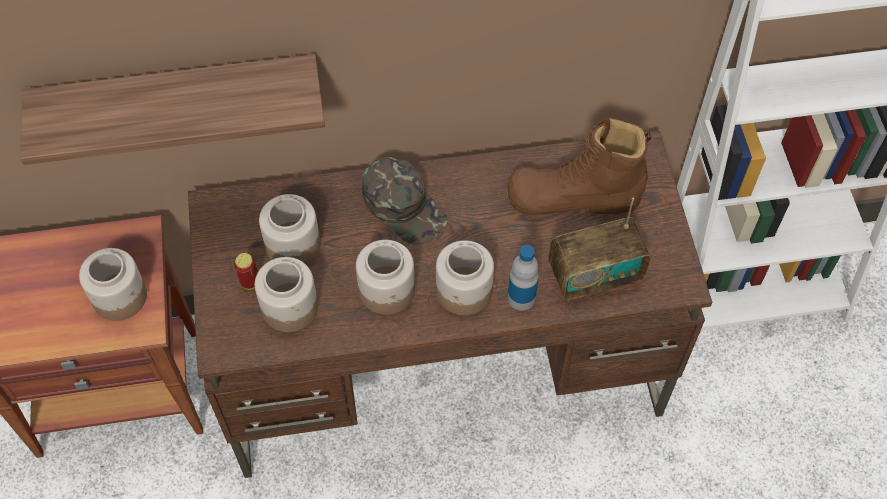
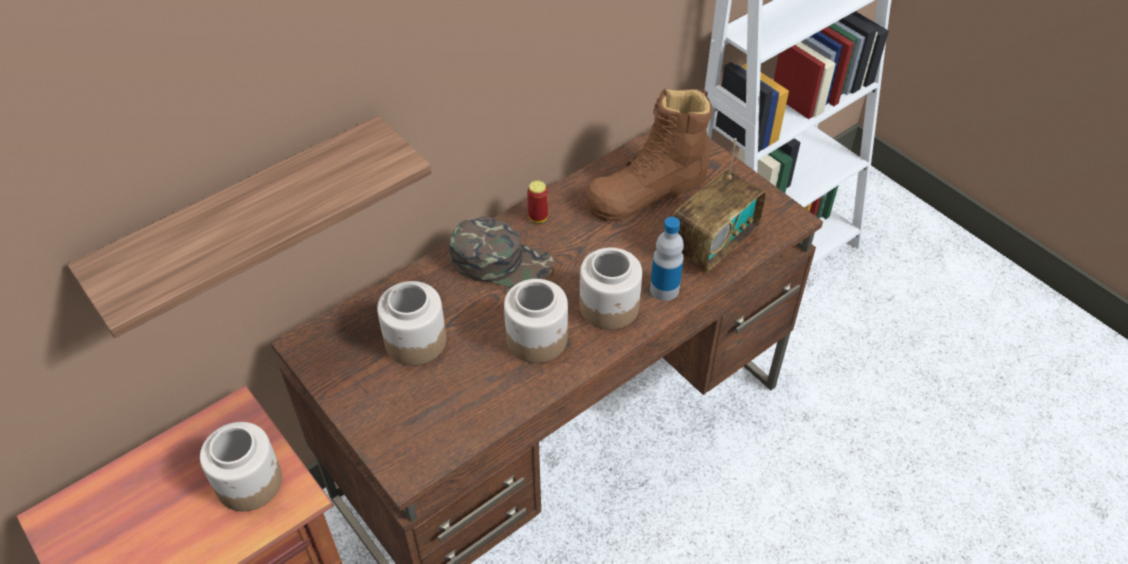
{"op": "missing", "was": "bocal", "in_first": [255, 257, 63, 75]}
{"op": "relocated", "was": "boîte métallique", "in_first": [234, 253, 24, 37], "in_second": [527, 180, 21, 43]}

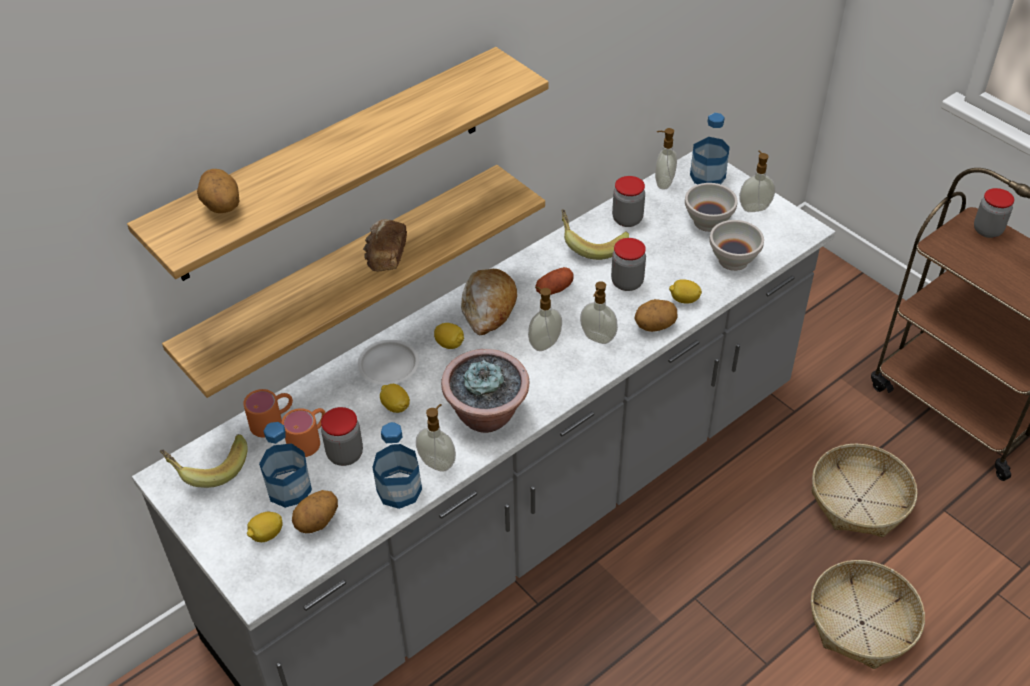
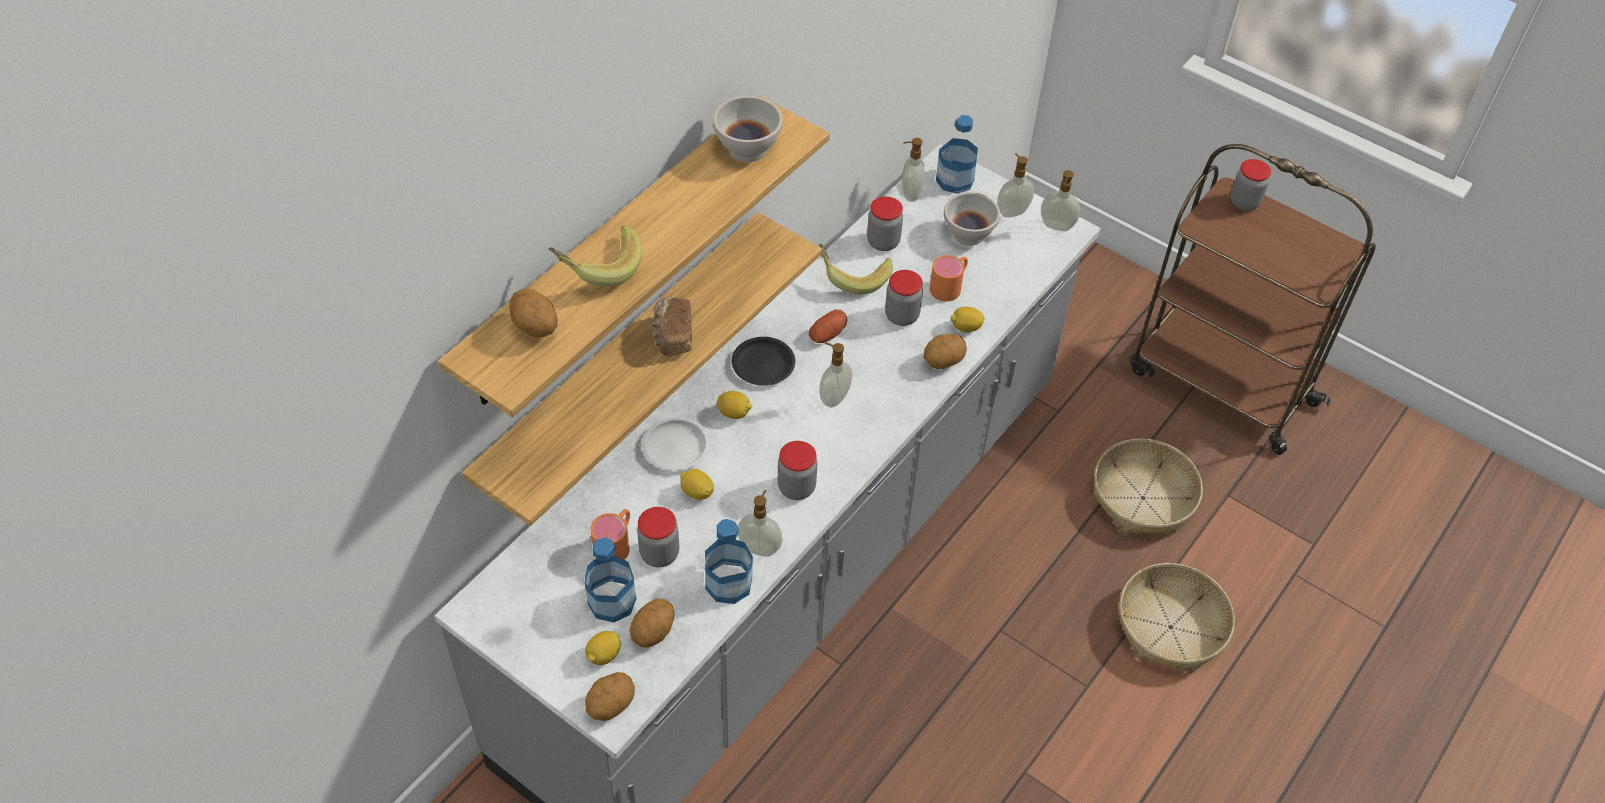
{"op": "appeared", "now": "pomme de terre", "in_second": [585, 672, 50, 49]}
{"op": "relocated", "was": "banane", "in_first": [160, 434, 88, 54], "in_second": [549, 225, 93, 61]}
{"op": "relocated", "was": "mug (orange)", "in_first": [243, 389, 50, 49], "in_second": [930, 255, 38, 46]}
{"op": "relocated", "was": "distributeur de savon", "in_first": [580, 281, 38, 63], "in_second": [1041, 170, 39, 61]}
{"op": "relocated", "was": "bol (blanc)", "in_first": [709, 220, 55, 51], "in_second": [713, 96, 70, 66]}
{"op": "exchanged", "was": "plante en pot", "now": "bocal", "in_first": [441, 349, 88, 84], "in_second": [778, 441, 39, 59]}
{"op": "exchanged", "was": "pain", "now": "assiette (noir)", "in_first": [461, 269, 56, 67], "in_second": [732, 337, 63, 49]}

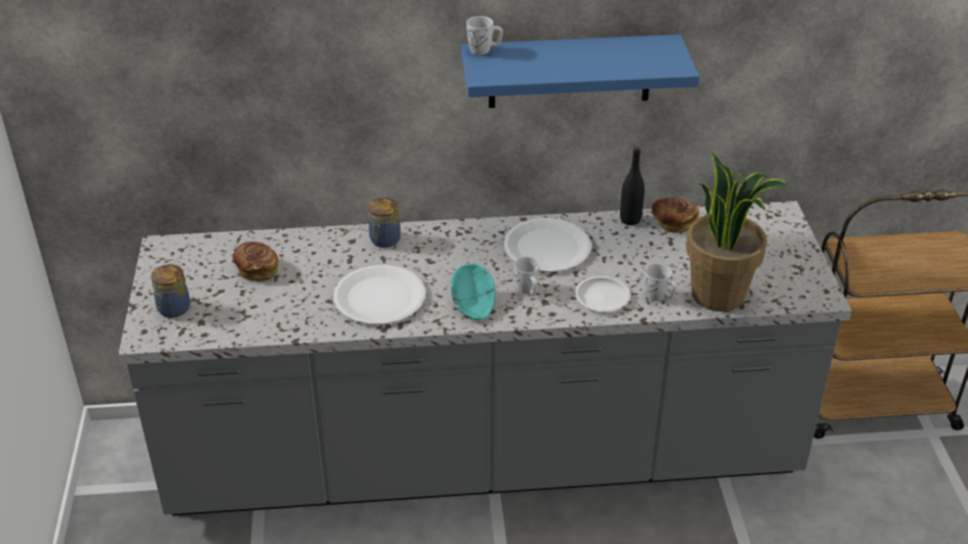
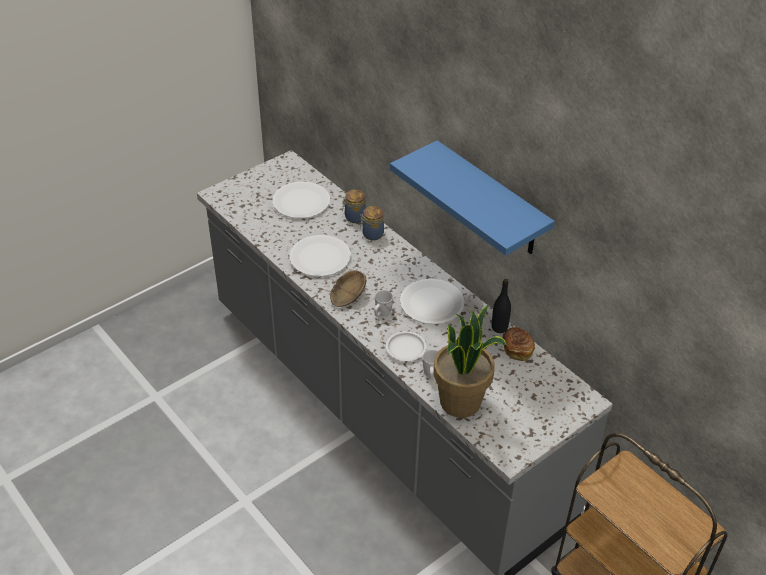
{"op": "missing", "was": "mug (blanc)", "in_first": [466, 16, 37, 39]}
{"op": "relocated", "was": "bocal", "in_first": [151, 264, 39, 54], "in_second": [342, 189, 24, 34]}
{"op": "exchanged", "was": "pain", "now": "assiette (blanc)", "in_first": [233, 241, 46, 40], "in_second": [272, 182, 58, 37]}
{"op": "colour", "was": "bol (turquoise)", "now": "bol (marron)", "in_first": [451, 263, 45, 57], "in_second": [330, 270, 37, 37]}

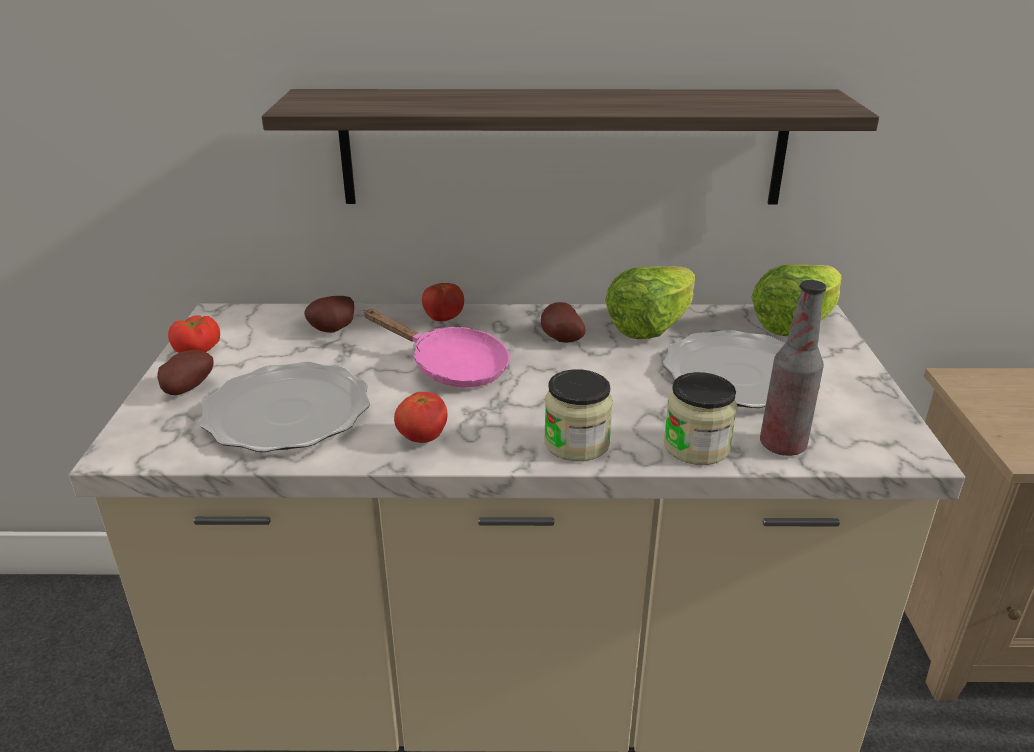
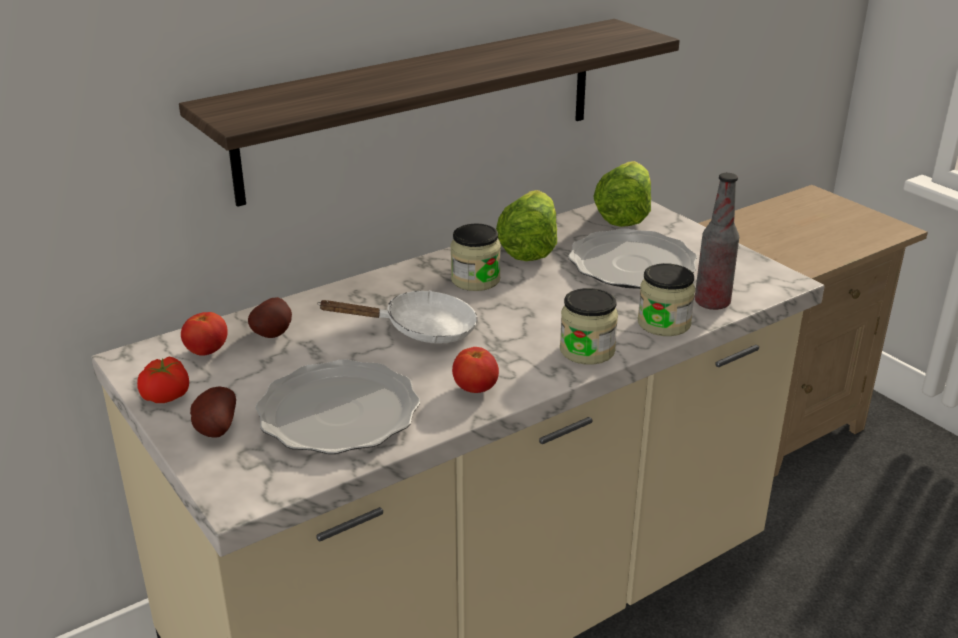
{"op": "relocated", "was": "tomate", "in_first": [422, 283, 42, 38], "in_second": [181, 312, 47, 44]}
{"op": "exchanged", "was": "pomme de terre", "now": "bocal", "in_first": [541, 302, 45, 41], "in_second": [450, 223, 51, 68]}
{"op": "colour", "was": "poêle (rose)", "now": "poêle (blanc)", "in_first": [363, 309, 147, 78], "in_second": [317, 290, 160, 54]}

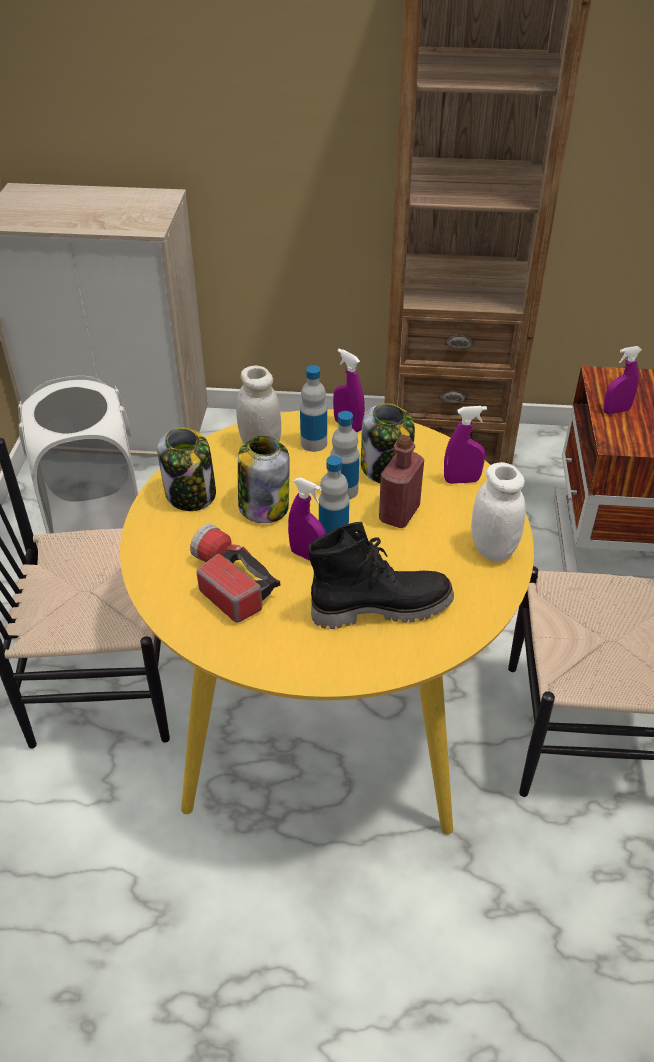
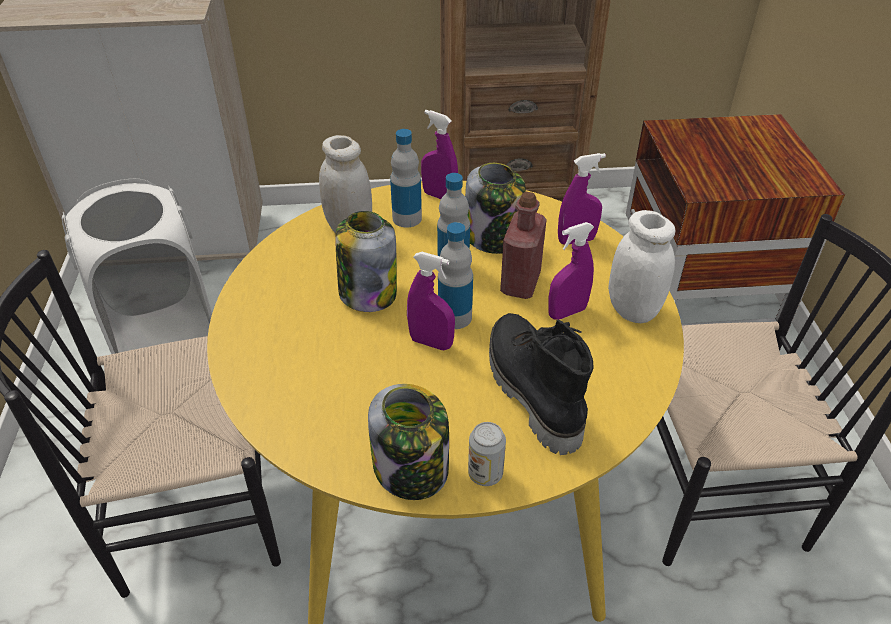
{"op": "missing", "was": "lampe de poche", "in_first": [190, 524, 90, 99]}
{"op": "appeared", "now": "boîte métallique", "in_second": [468, 422, 38, 64]}
{"op": "relocated", "was": "bocal", "in_first": [157, 428, 59, 83], "in_second": [368, 384, 81, 116]}
{"op": "relocated", "was": "vaporisateur (violet)", "in_first": [603, 346, 39, 68], "in_second": [548, 222, 46, 98]}
{"op": "spun", "was": "botte (noir)", "in_first": [308, 522, 146, 107], "in_second": [489, 313, 105, 142], "clockwise": -90}

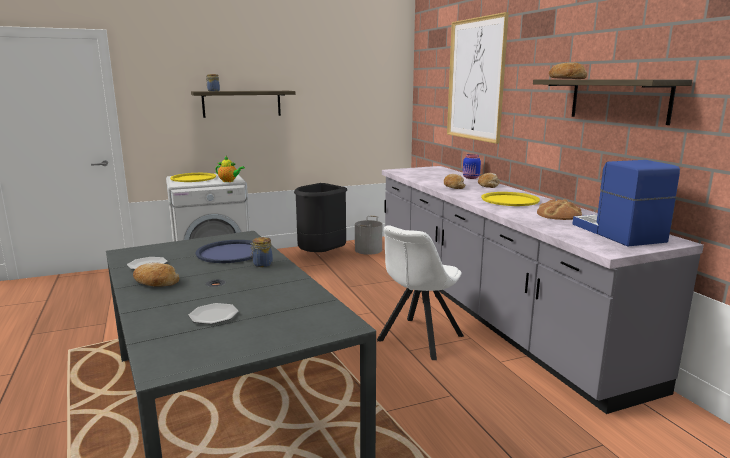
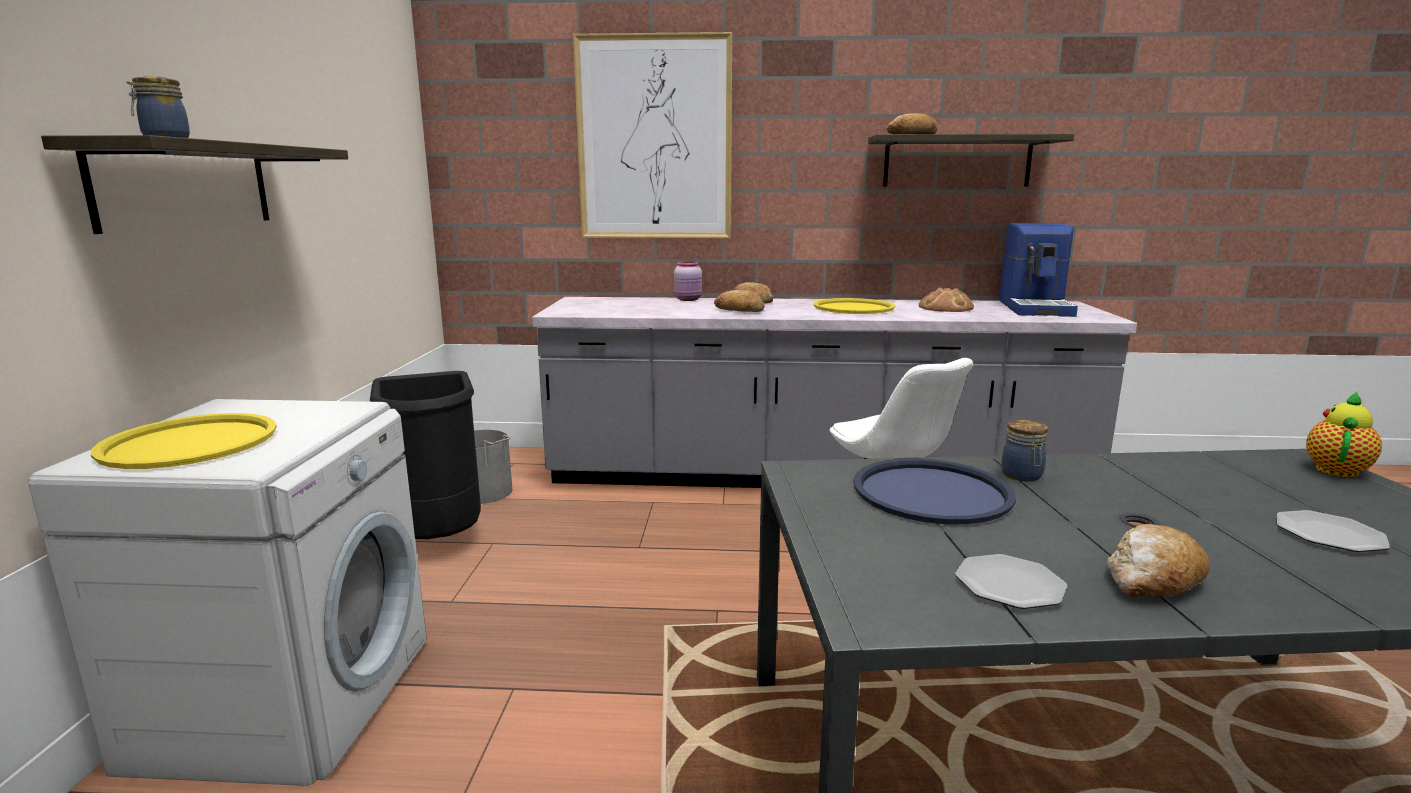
{"op": "relocated", "was": "théière", "in_first": [215, 156, 30, 26], "in_second": [1306, 391, 76, 86]}
{"op": "colour", "was": "bocal (bleu)", "now": "bocal (rose)", "in_first": [463, 154, 18, 25], "in_second": [674, 261, 28, 40]}
{"op": "spun", "was": "machine à café", "in_first": [573, 160, 107, 86], "in_second": [999, 223, 79, 94], "clockwise": -90}

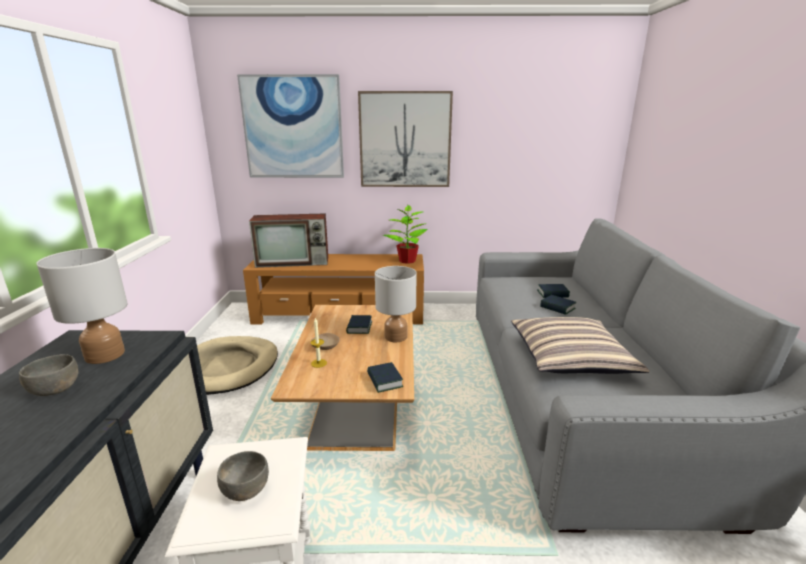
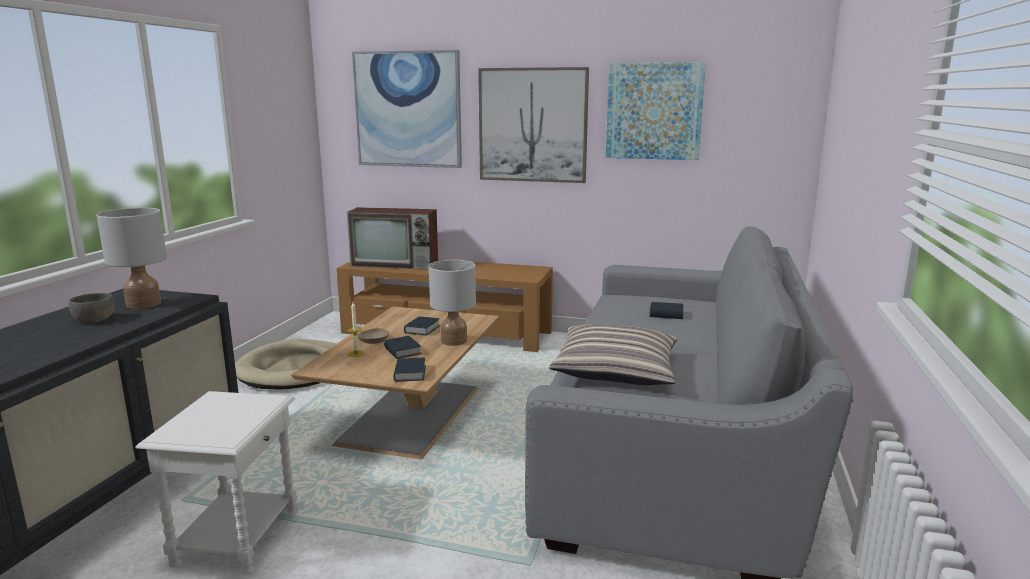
{"op": "missing", "was": "bol (gris)", "in_first": [217, 451, 52, 50]}
{"op": "missing", "was": "plante en pot", "in_first": [383, 204, 45, 60]}
{"op": "appeared", "now": "tableau", "in_second": [606, 62, 100, 98]}
{"op": "relocated", "was": "livre", "in_first": [540, 295, 36, 20], "in_second": [384, 336, 37, 23]}

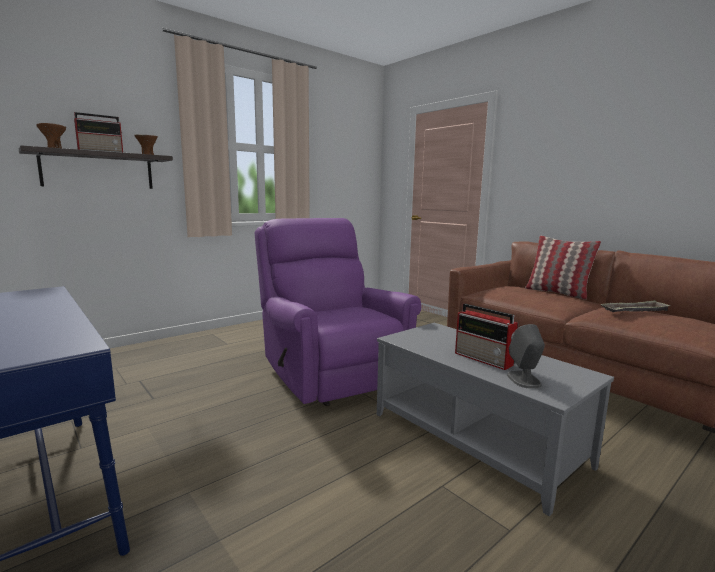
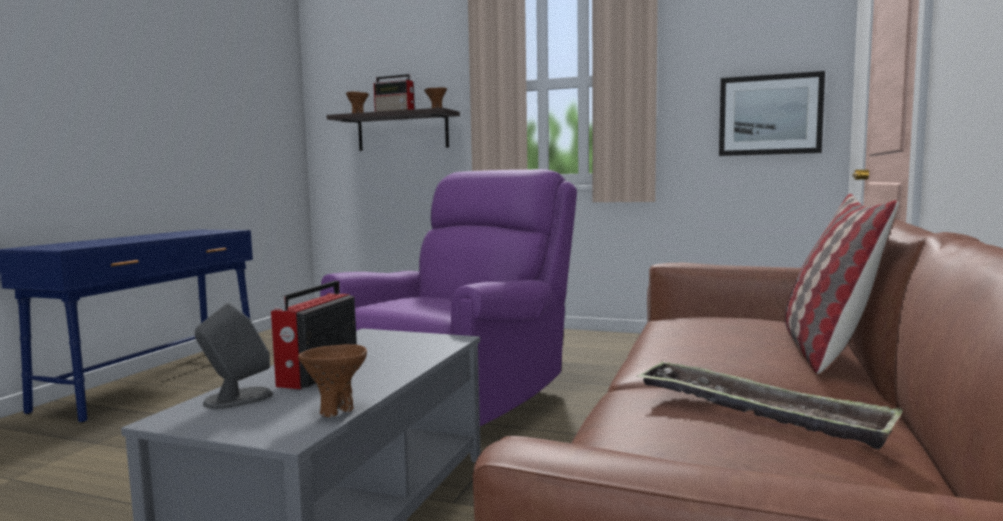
{"op": "appeared", "now": "bol (marron)", "in_second": [298, 344, 69, 73]}
{"op": "appeared", "now": "tableau", "in_second": [719, 71, 106, 85]}

